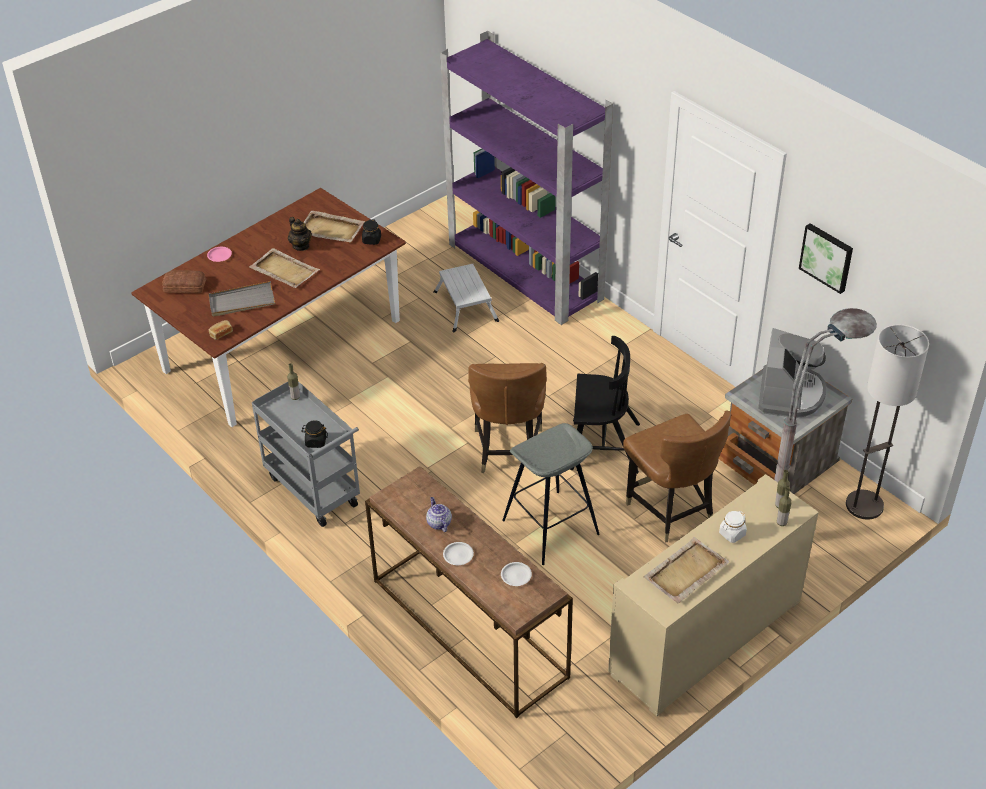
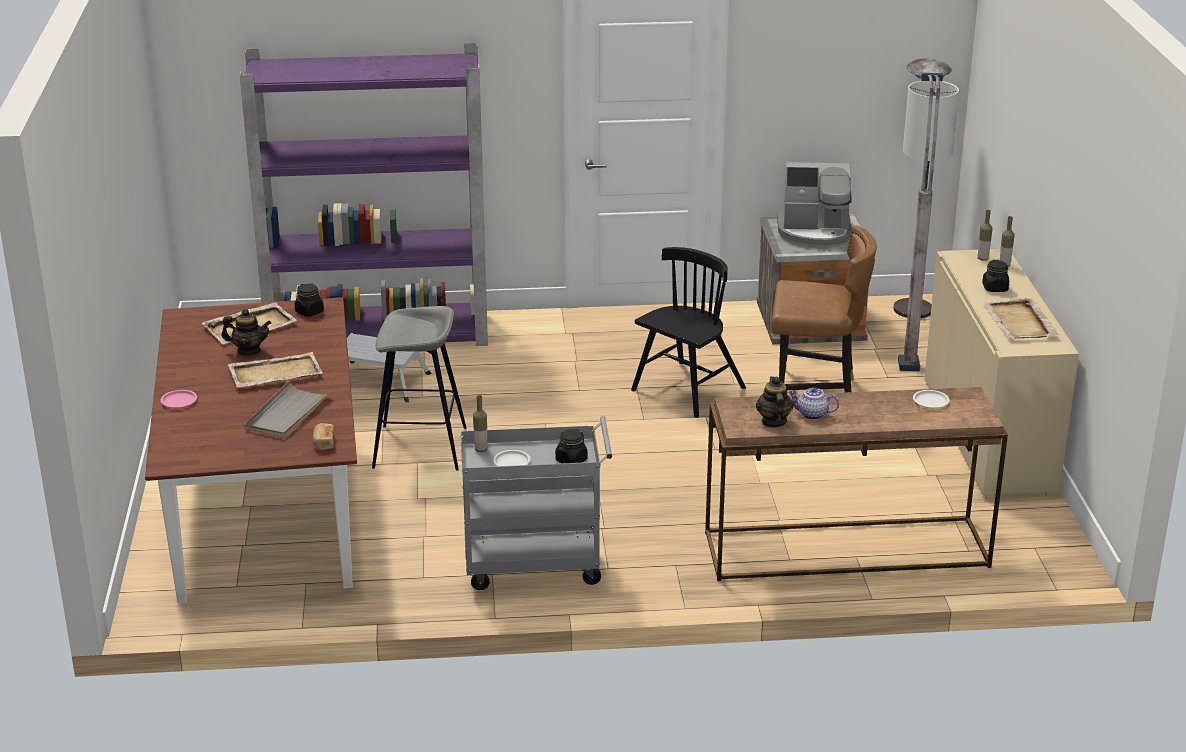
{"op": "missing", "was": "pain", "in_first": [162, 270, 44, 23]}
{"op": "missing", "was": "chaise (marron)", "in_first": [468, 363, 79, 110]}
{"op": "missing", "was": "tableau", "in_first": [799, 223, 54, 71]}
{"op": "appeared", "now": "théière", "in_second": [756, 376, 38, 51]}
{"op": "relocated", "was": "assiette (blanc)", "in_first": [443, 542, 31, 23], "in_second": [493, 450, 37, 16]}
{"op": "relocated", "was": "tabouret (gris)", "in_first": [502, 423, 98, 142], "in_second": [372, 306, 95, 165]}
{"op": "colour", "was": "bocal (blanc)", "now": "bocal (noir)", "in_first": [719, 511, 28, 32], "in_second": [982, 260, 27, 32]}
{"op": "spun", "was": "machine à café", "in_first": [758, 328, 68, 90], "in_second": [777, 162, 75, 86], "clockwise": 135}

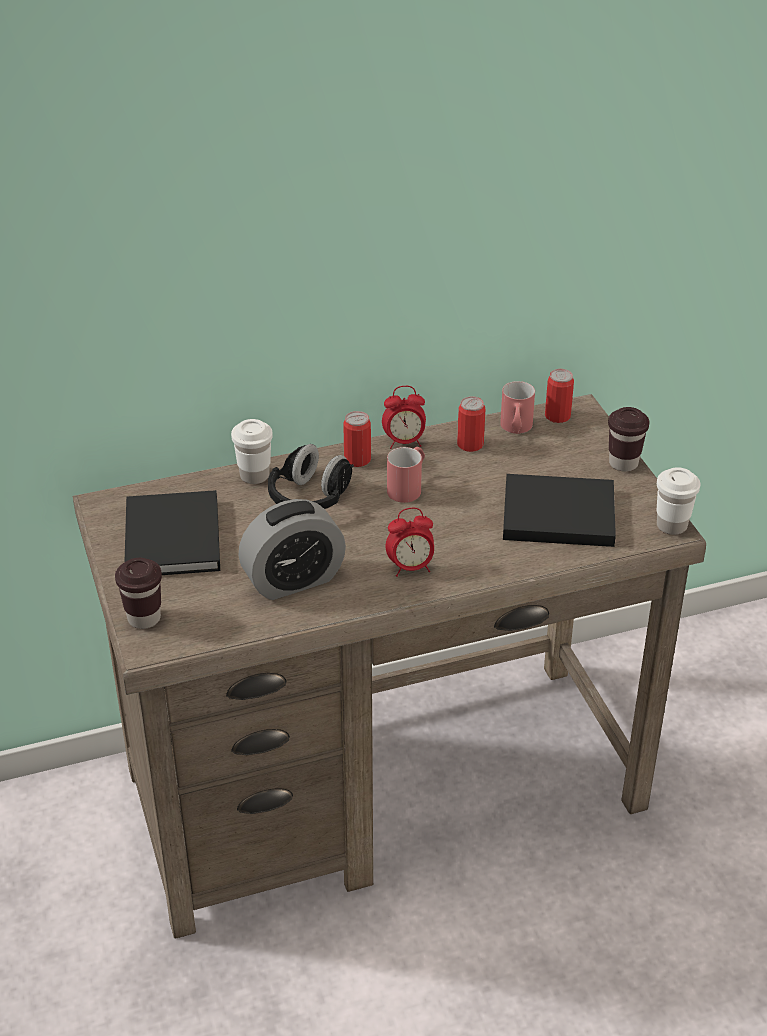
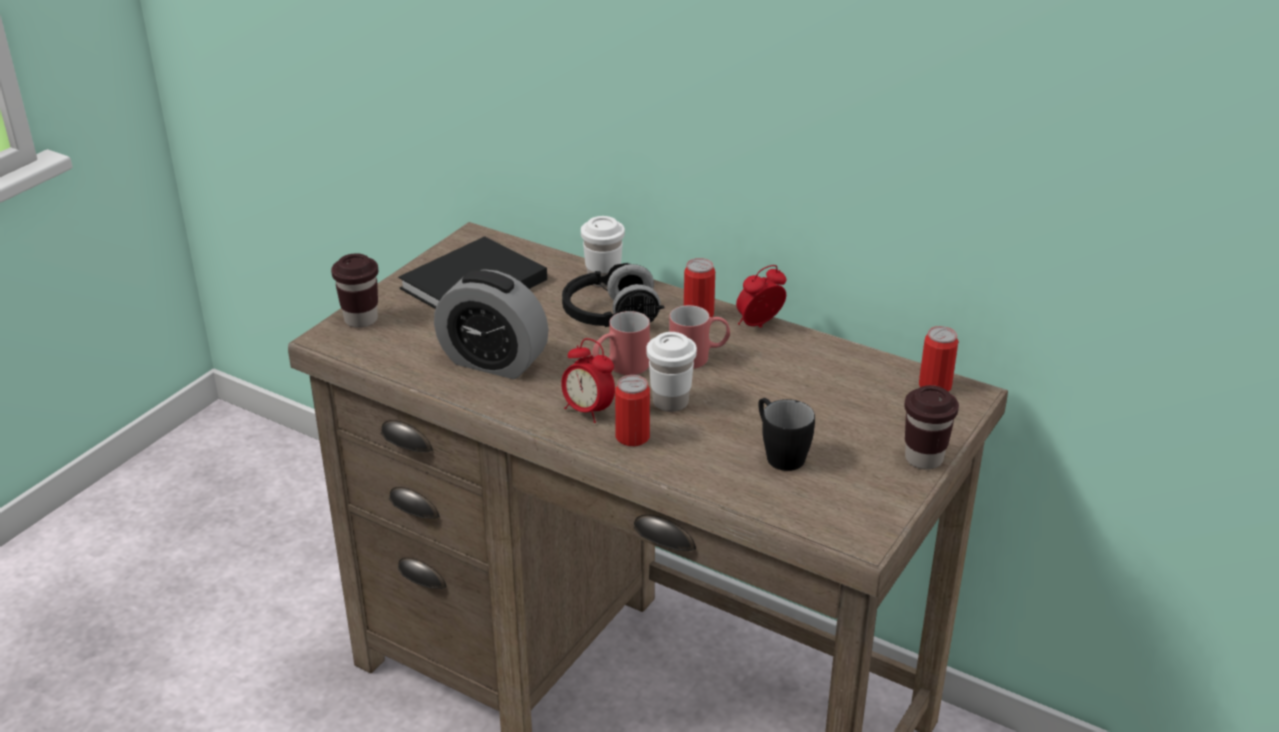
{"op": "relocated", "was": "boîte métallique", "in_first": [457, 396, 28, 56], "in_second": [615, 375, 35, 71]}
{"op": "relocated", "was": "mug (rouge)", "in_first": [500, 381, 35, 53], "in_second": [592, 311, 58, 64]}
{"op": "relocated", "was": "tasse (blanc)", "in_first": [657, 467, 43, 68], "in_second": [646, 332, 51, 80]}
{"op": "exchanged", "was": "livre (noir)", "now": "mug (noir)", "in_first": [503, 474, 113, 73], "in_second": [758, 398, 57, 73]}
{"op": "spun", "was": "réveil", "in_first": [382, 386, 44, 63], "in_second": [736, 265, 50, 63], "clockwise": 105}

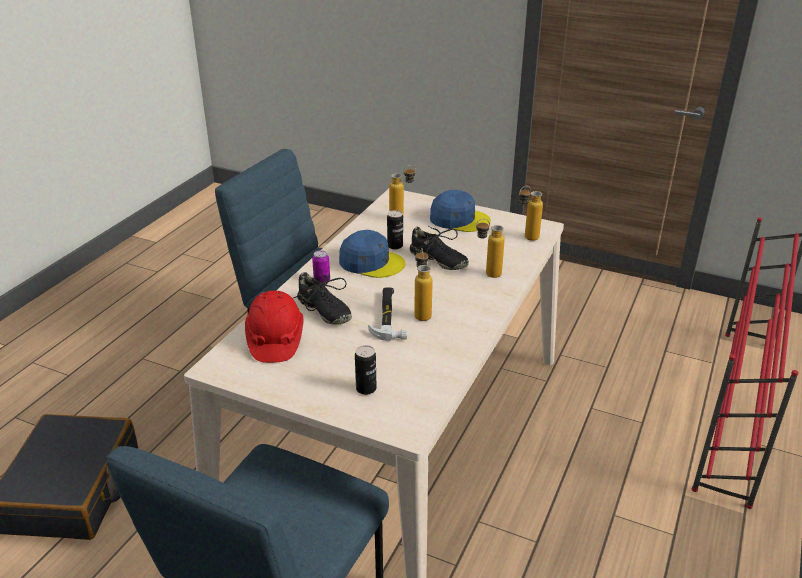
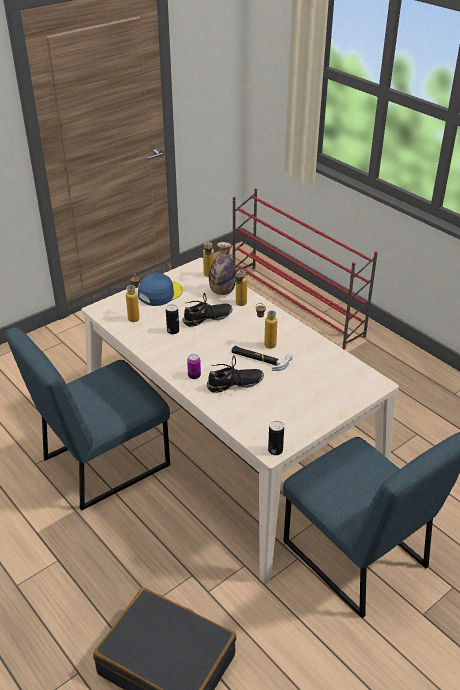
{"op": "missing", "was": "casque de chantier (rouge)", "in_first": [245, 291, 58, 72]}
{"op": "missing", "was": "casquette (bleu)", "in_first": [339, 230, 66, 48]}
{"op": "appeared", "now": "bouteille", "in_second": [209, 242, 27, 53]}
{"op": "relocated", "was": "boîte métallique", "in_first": [355, 345, 22, 50], "in_second": [268, 421, 16, 34]}

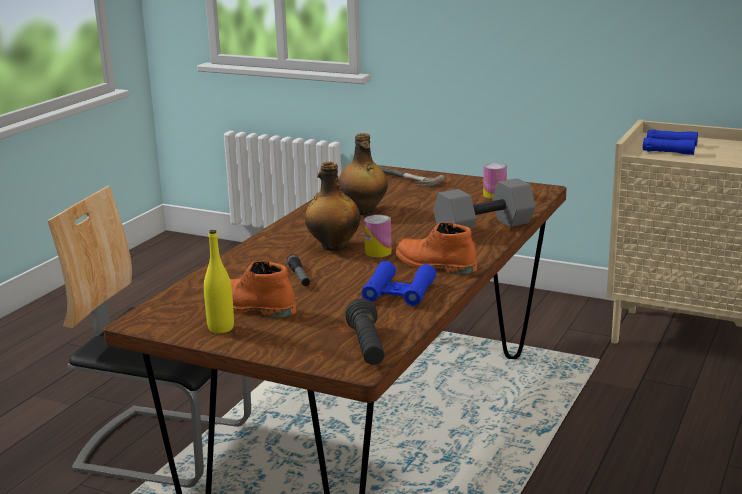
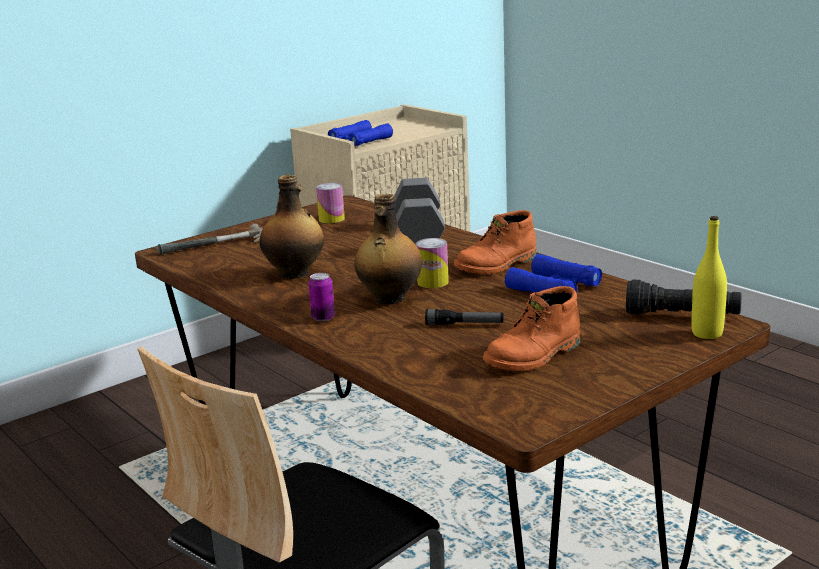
{"op": "appeared", "now": "boîte métallique", "in_second": [308, 273, 27, 48]}
{"op": "relocated", "was": "bouteille (jaune)", "in_first": [204, 230, 30, 103], "in_second": [692, 216, 35, 123]}

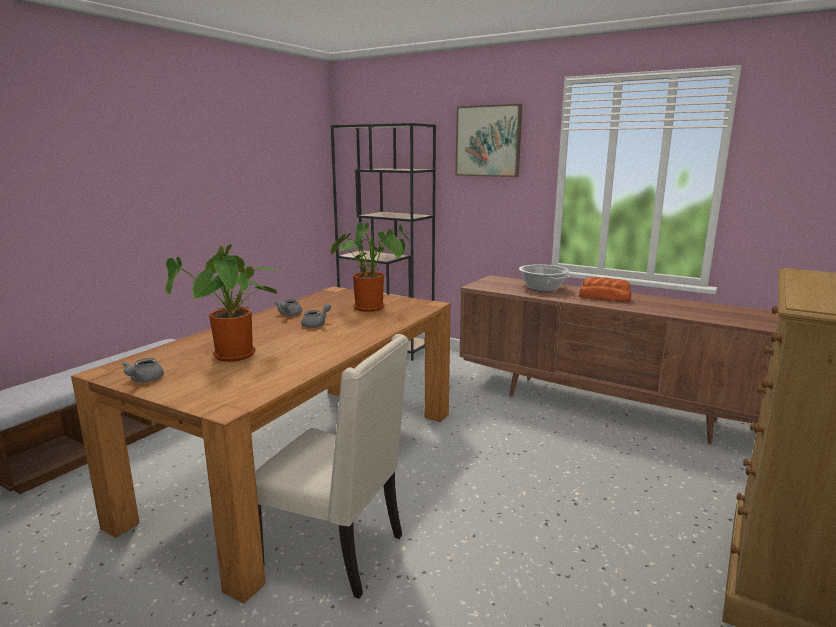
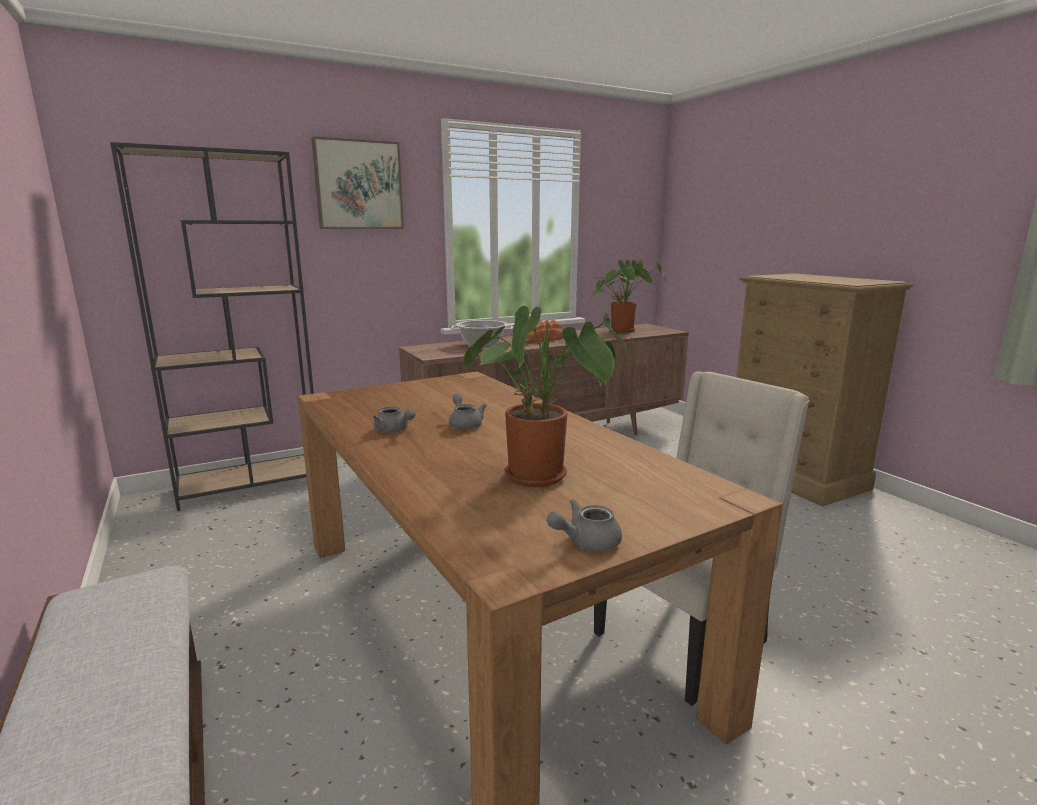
{"op": "relocated", "was": "plante en pot", "in_first": [330, 222, 81, 90], "in_second": [591, 260, 75, 73]}
{"op": "spun", "was": "théière (gris)", "in_first": [122, 358, 42, 24], "in_second": [547, 499, 75, 52], "clockwise": 120}

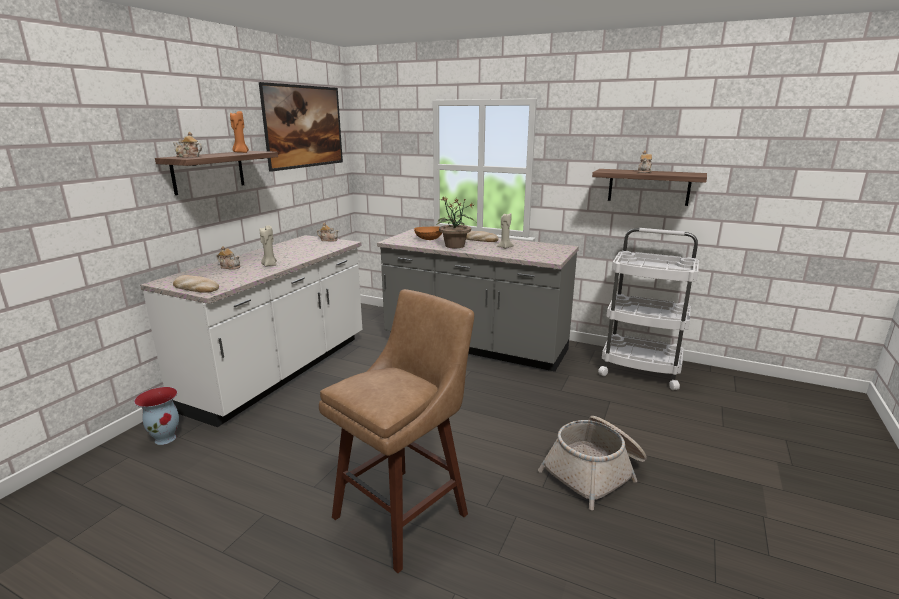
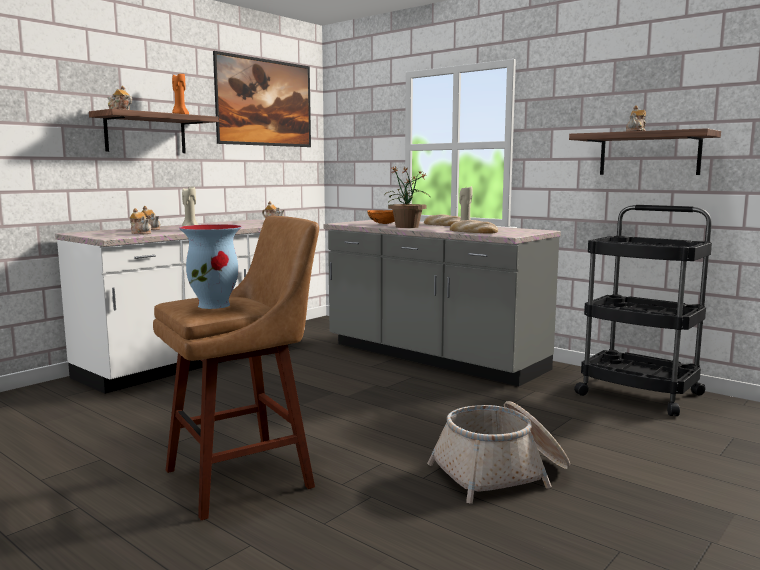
{"op": "appeared", "now": "théière", "in_second": [130, 208, 22, 26]}
{"op": "relocated", "was": "vase", "in_first": [134, 387, 45, 58], "in_second": [179, 224, 63, 85]}
{"op": "relocated", "was": "pain", "in_first": [173, 275, 46, 18], "in_second": [450, 220, 48, 14]}
{"op": "colour", "was": "chariot (blanc)", "now": "chariot (noir)", "in_first": [598, 228, 101, 162], "in_second": [574, 205, 138, 211]}

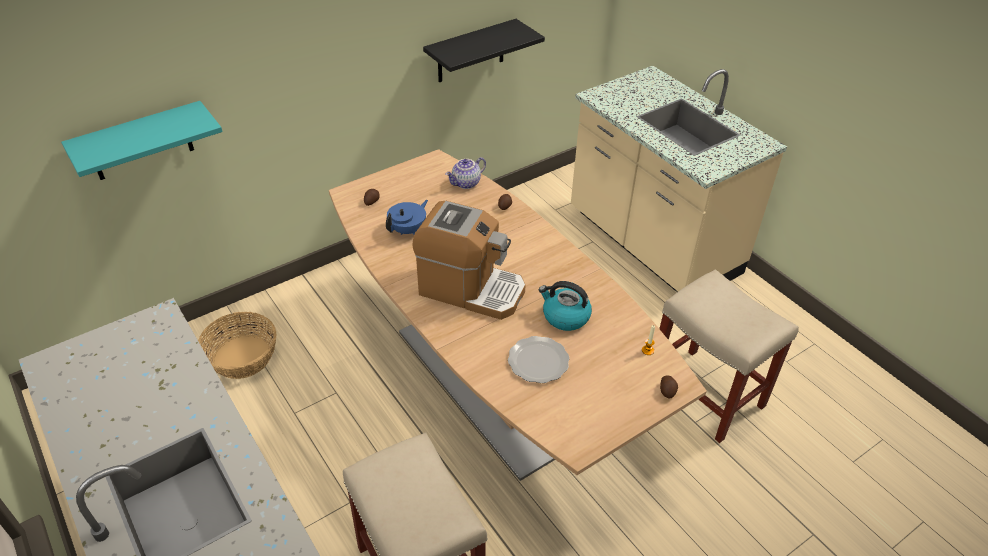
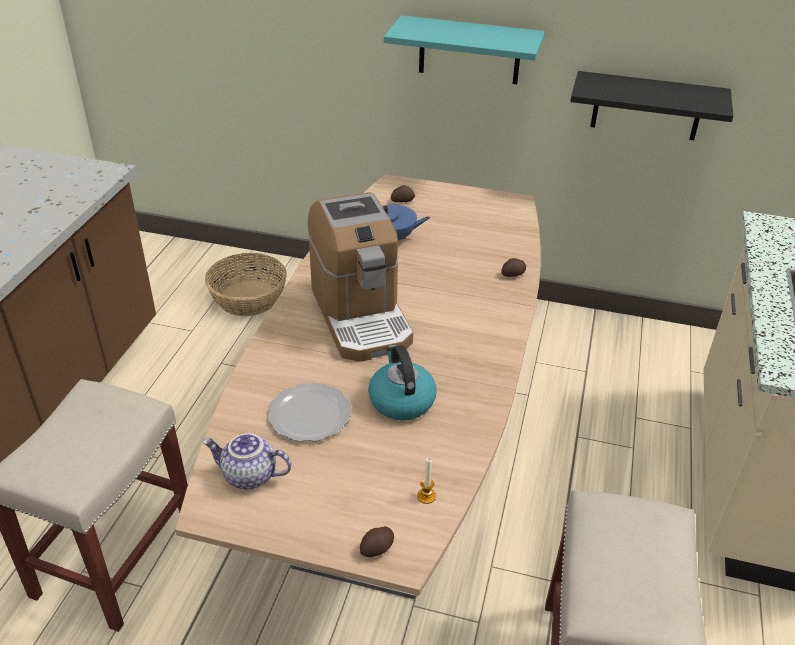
{"op": "relocated", "was": "étagère (turquoise)", "in_first": [61, 101, 161, 79], "in_second": [384, 15, 161, 69]}
{"op": "relocated", "was": "théière", "in_first": [445, 157, 41, 32], "in_second": [203, 433, 88, 57]}

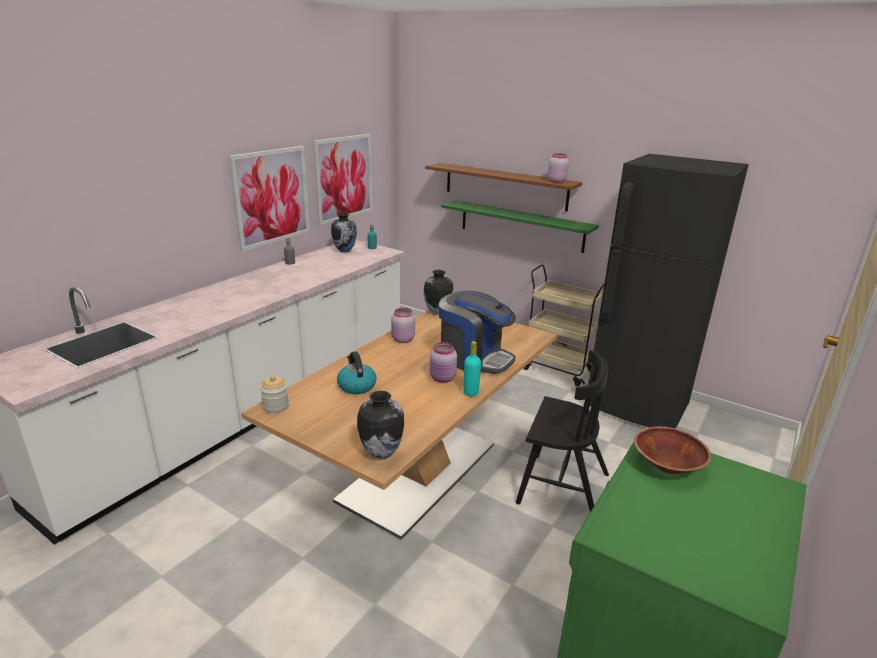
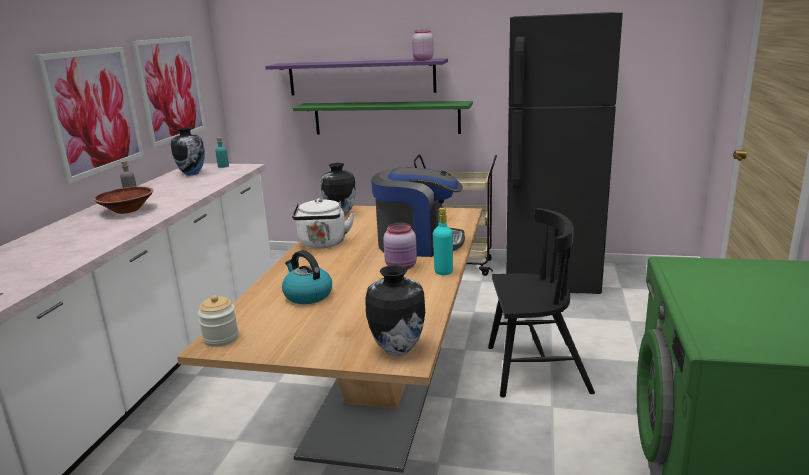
{"op": "relocated", "was": "bol (marron)", "in_first": [634, 426, 78, 48], "in_second": [93, 187, 60, 27]}
{"op": "exchanged", "was": "bocal (rose)", "now": "bouilloire (blanc)", "in_first": [391, 308, 24, 35], "in_second": [292, 198, 63, 50]}
{"op": "colour", "was": "étagère (marron)", "now": "étagère (violet)", "in_first": [425, 163, 157, 49], "in_second": [265, 58, 183, 37]}

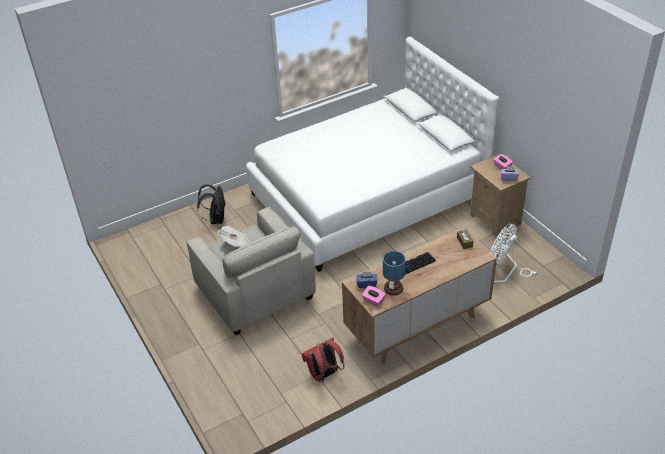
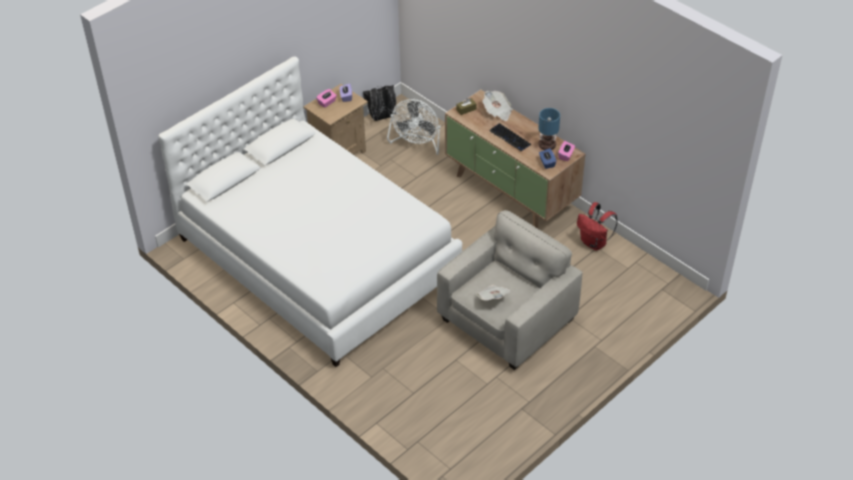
{"op": "appeared", "now": "journal", "in_second": [482, 91, 31, 30]}
{"op": "relocated", "was": "sac à dos (noir)", "in_first": [197, 184, 28, 40], "in_second": [363, 85, 33, 36]}

